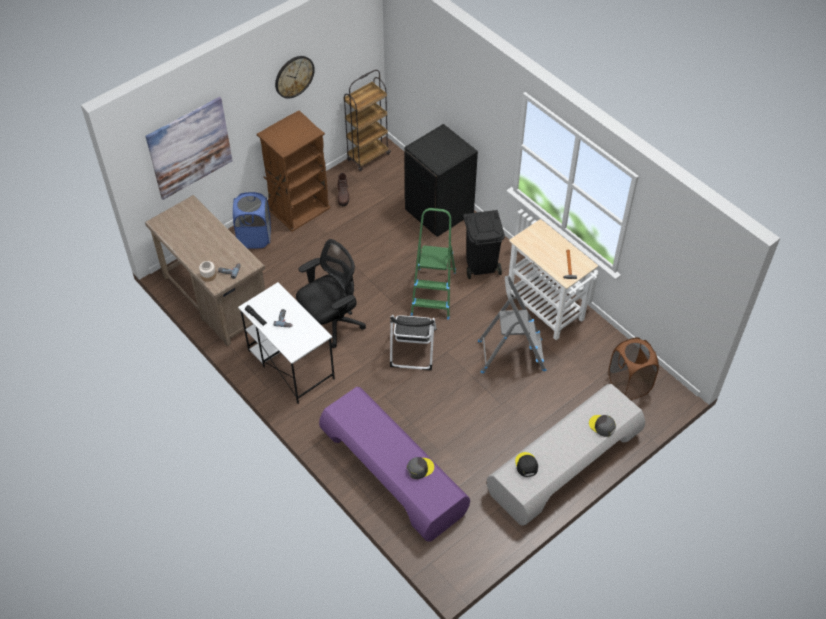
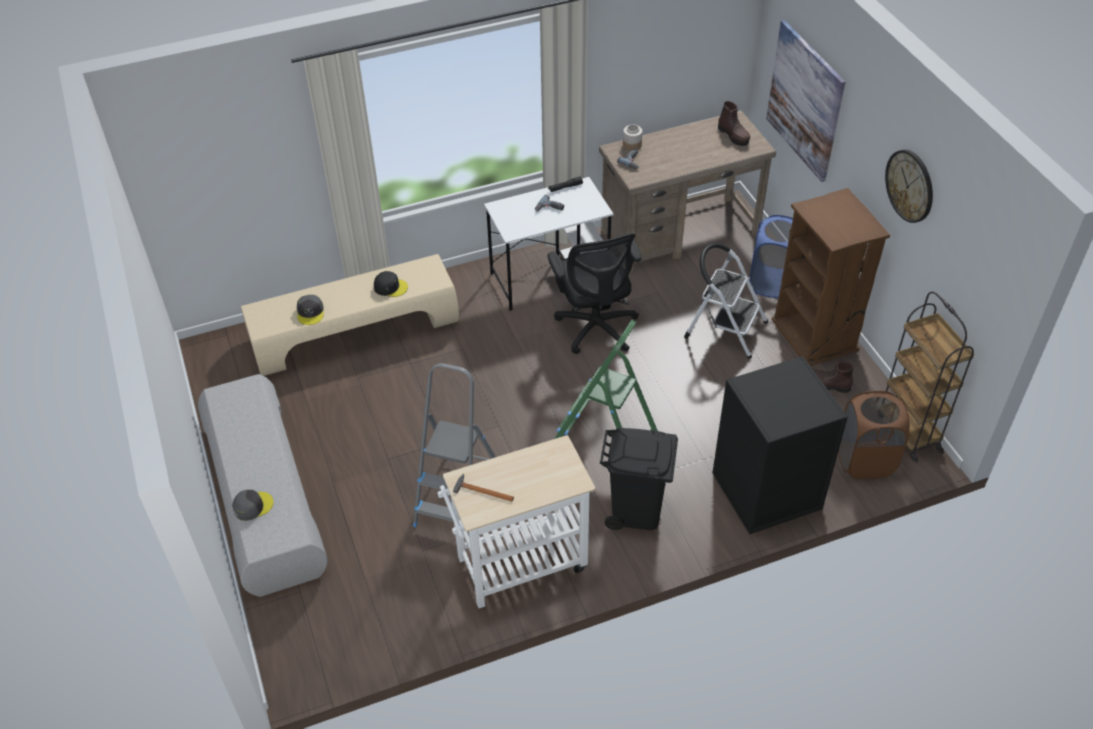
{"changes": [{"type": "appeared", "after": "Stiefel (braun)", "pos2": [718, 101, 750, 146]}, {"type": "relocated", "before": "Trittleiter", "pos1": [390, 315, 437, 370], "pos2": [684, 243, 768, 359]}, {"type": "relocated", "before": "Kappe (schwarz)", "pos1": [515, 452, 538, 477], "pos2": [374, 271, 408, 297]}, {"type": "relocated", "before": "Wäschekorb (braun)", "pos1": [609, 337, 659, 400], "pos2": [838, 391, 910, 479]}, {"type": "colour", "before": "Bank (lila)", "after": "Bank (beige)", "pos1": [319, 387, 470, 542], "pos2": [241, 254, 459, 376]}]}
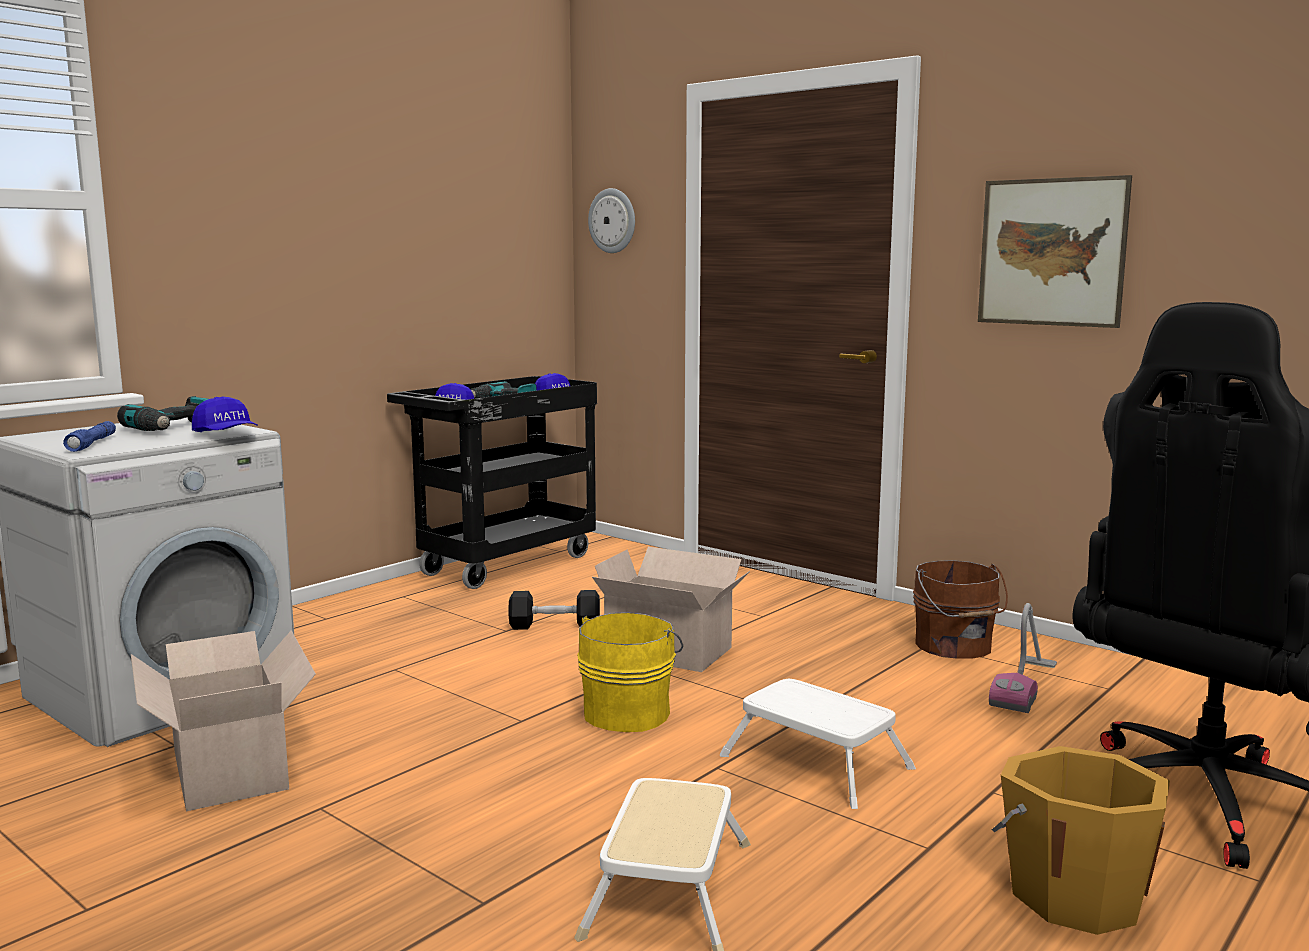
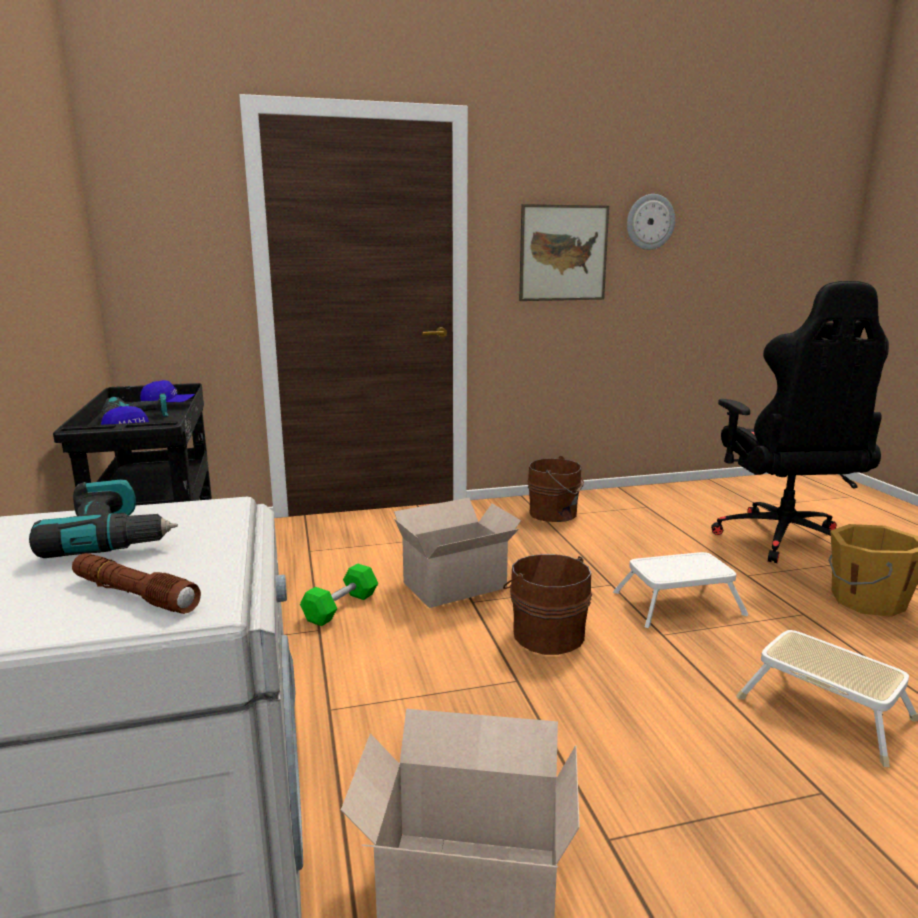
{"changes": [{"type": "missing", "before": "Kappe (blau)", "pos1": [192, 397, 258, 432]}, {"type": "missing", "before": "Staubsauger", "pos1": [989, 603, 1057, 713]}, {"type": "relocated", "before": "Wanduhr", "pos1": [588, 188, 635, 253], "pos2": [627, 194, 675, 250]}, {"type": "colour", "before": "Taschenlampe (blau)", "after": "Taschenlampe (braun)", "pos1": [63, 421, 116, 452], "pos2": [72, 553, 201, 614]}, {"type": "colour", "before": "Hantel (schwarz)", "after": "Hantel (grün)", "pos1": [508, 590, 600, 630], "pos2": [300, 563, 378, 626]}, {"type": "colour", "before": "Eimer (gelb)", "after": "Eimer (braun)", "pos1": [577, 612, 683, 732], "pos2": [503, 554, 592, 655]}]}
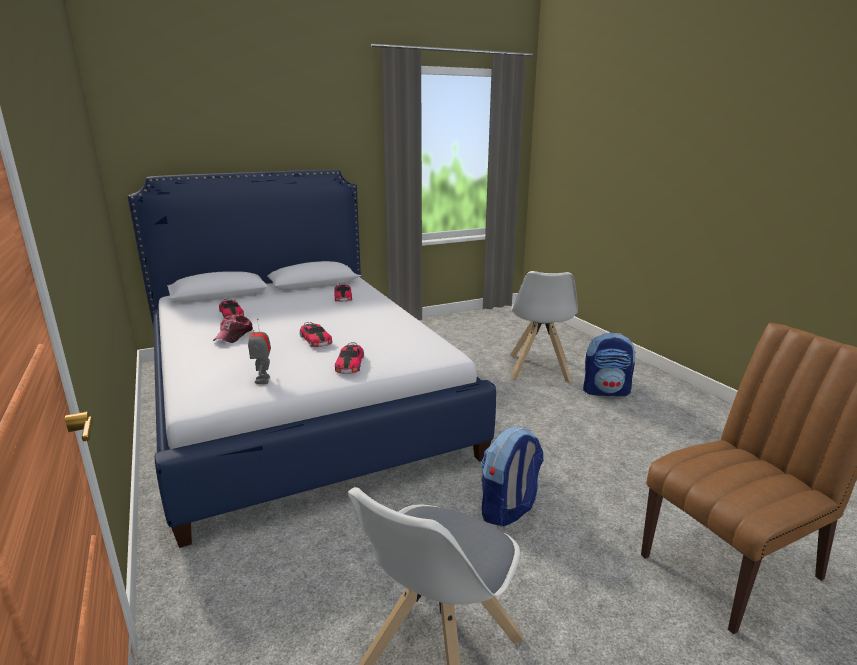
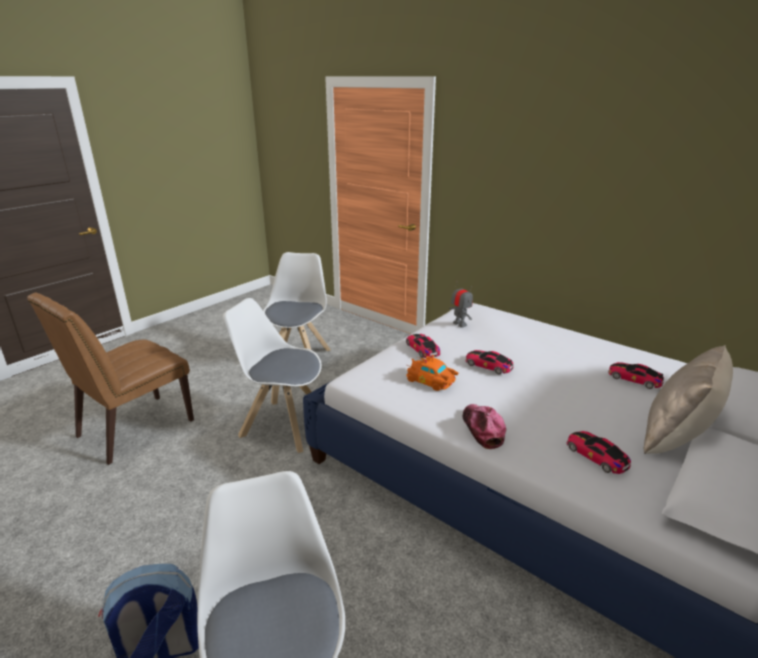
{"changes": [{"type": "appeared", "after": "Spielzeugauto (orange)", "pos2": [406, 355, 458, 391]}, {"type": "appeared", "after": "Kissen (beige)", "pos2": [643, 345, 733, 454]}, {"type": "relocated", "before": "Kappe", "pos1": [213, 315, 253, 343], "pos2": [463, 404, 506, 449]}, {"type": "exchanged", "before": "Rucksack", "after": "Stuhl", "pos1": [481, 426, 544, 526], "pos2": [223, 298, 322, 453]}]}
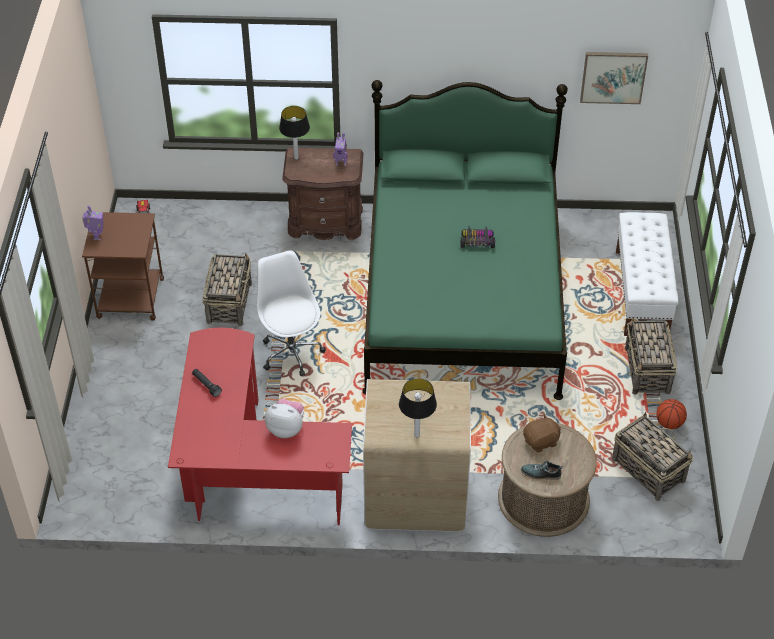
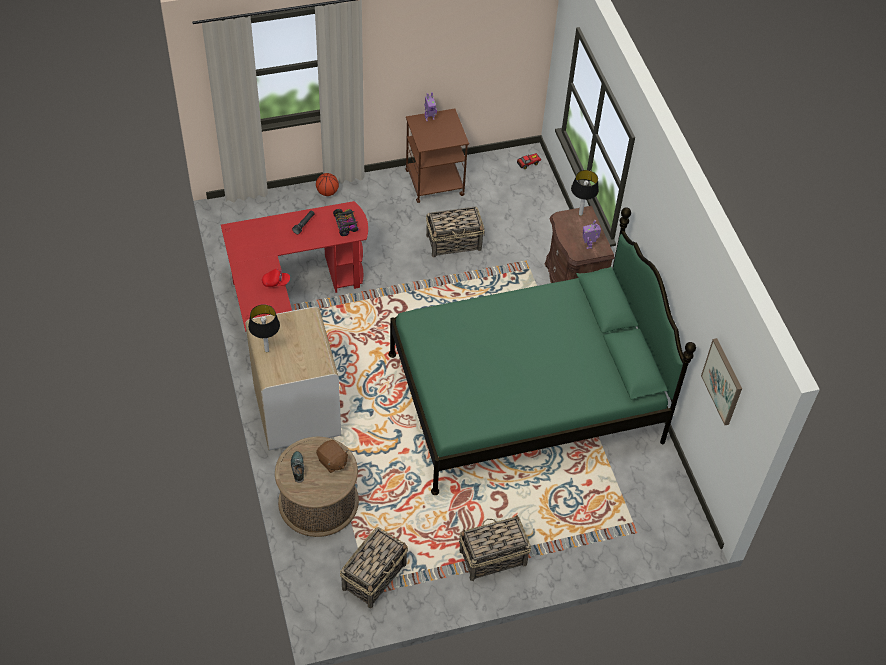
{"changes": [{"type": "missing", "before": "Bürostuhl (weiß)", "pos1": [257, 250, 326, 376]}, {"type": "missing", "before": "Bank (weiß)", "pos1": [616, 212, 679, 336]}, {"type": "relocated", "before": "Spielzeugauto", "pos1": [461, 226, 495, 248], "pos2": [333, 209, 359, 236]}, {"type": "relocated", "before": "Basketball", "pos1": [656, 399, 687, 429], "pos2": [316, 173, 339, 196]}, {"type": "exchanged", "before": "Plüschtier", "after": "Kappe (rot)", "pos1": [265, 399, 304, 438], "pos2": [262, 269, 290, 287]}]}
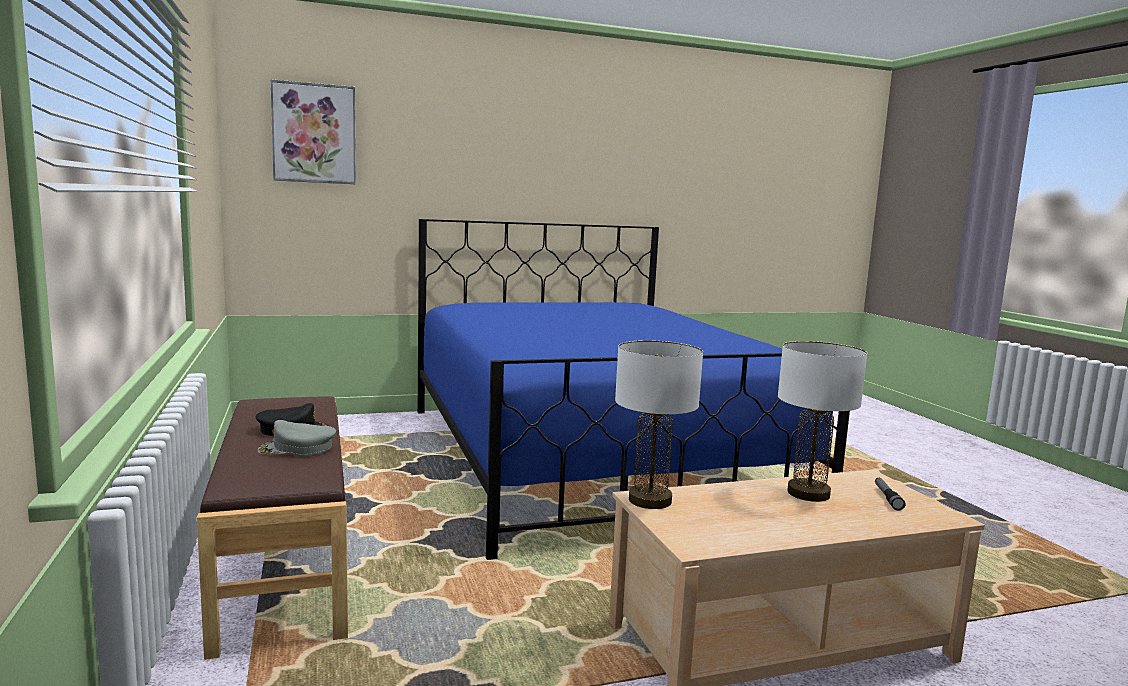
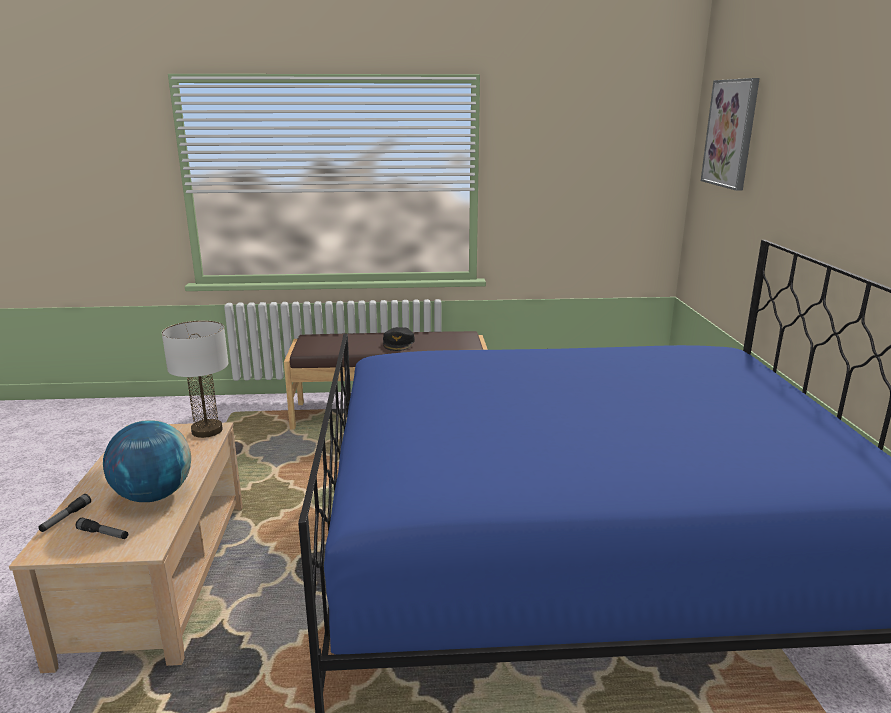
{"changes": [{"type": "missing", "before": "Kappe (grau)", "pos1": [257, 420, 336, 456]}, {"type": "appeared", "after": "Taschenlampe", "pos2": [38, 494, 91, 532]}, {"type": "exchanged", "before": "Tischlampe", "after": "Globus", "pos1": [778, 341, 867, 502], "pos2": [103, 420, 191, 502]}]}
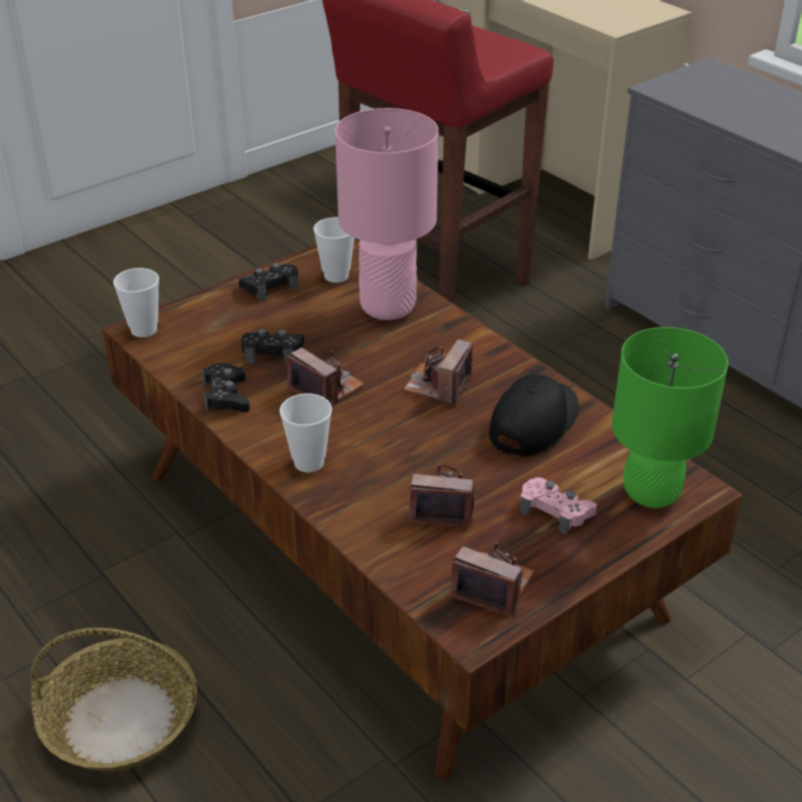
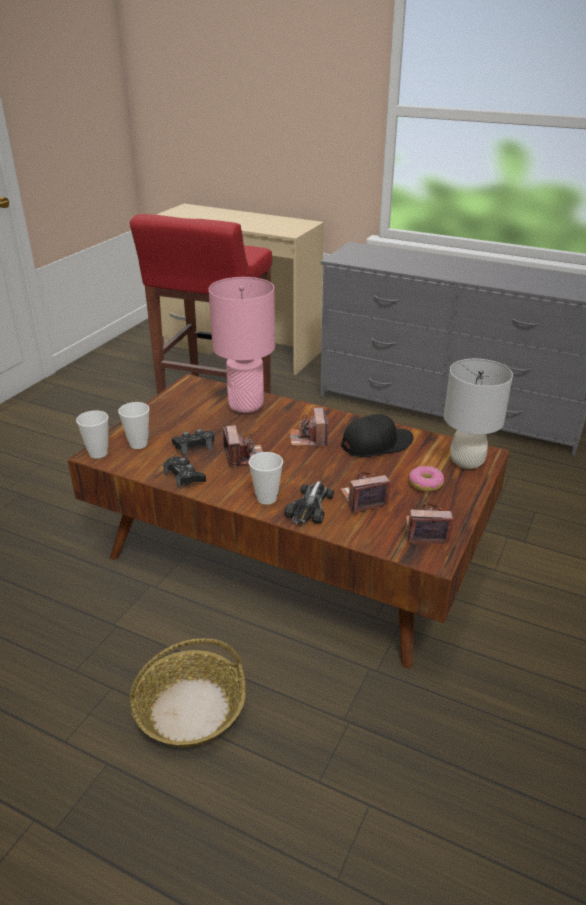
{"changes": [{"type": "missing", "before": "Gamepad (schwarz)", "pos1": [239, 263, 298, 301]}, {"type": "appeared", "after": "Spielzeugauto", "pos2": [285, 481, 334, 525]}, {"type": "relocated", "before": "Tasse", "pos1": [313, 217, 354, 283], "pos2": [118, 402, 149, 449]}, {"type": "exchanged", "before": "Gamepad (rosa)", "after": "Donut", "pos1": [520, 477, 597, 535], "pos2": [409, 466, 444, 492]}, {"type": "colour", "before": "Tischlampe (grün)", "after": "Tischlampe (grau)", "pos1": [612, 327, 728, 508], "pos2": [444, 359, 513, 469]}, {"type": "spun", "before": "Kamera", "pos1": [287, 348, 364, 408], "pos2": [223, 425, 263, 468], "turn": 60}, {"type": "spun", "before": "Kappe (schwarz)", "pos1": [489, 374, 579, 457], "pos2": [341, 414, 414, 457], "turn": 60}]}
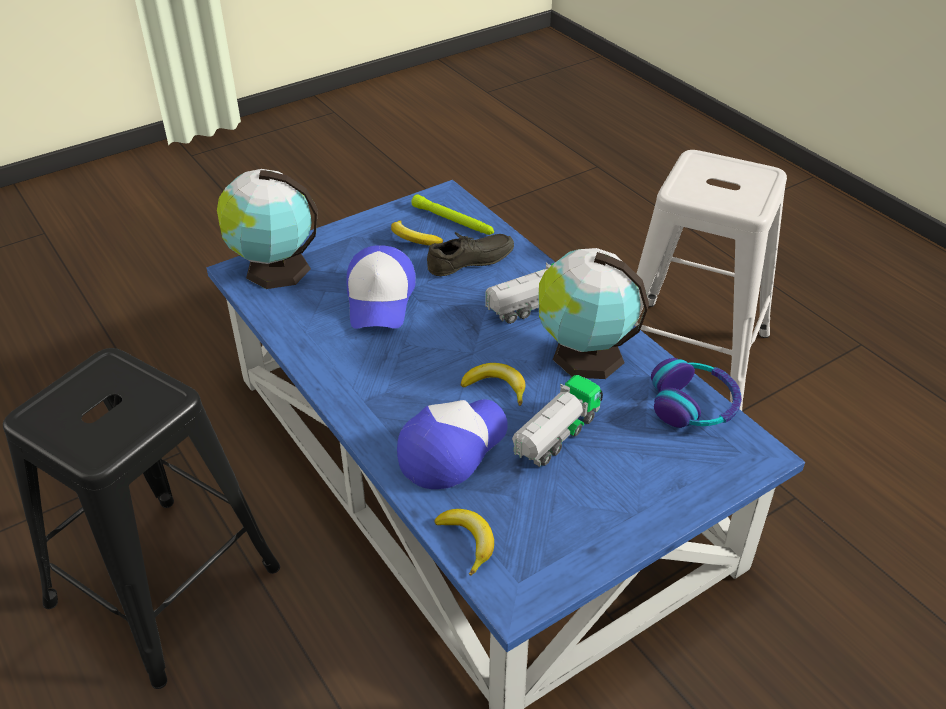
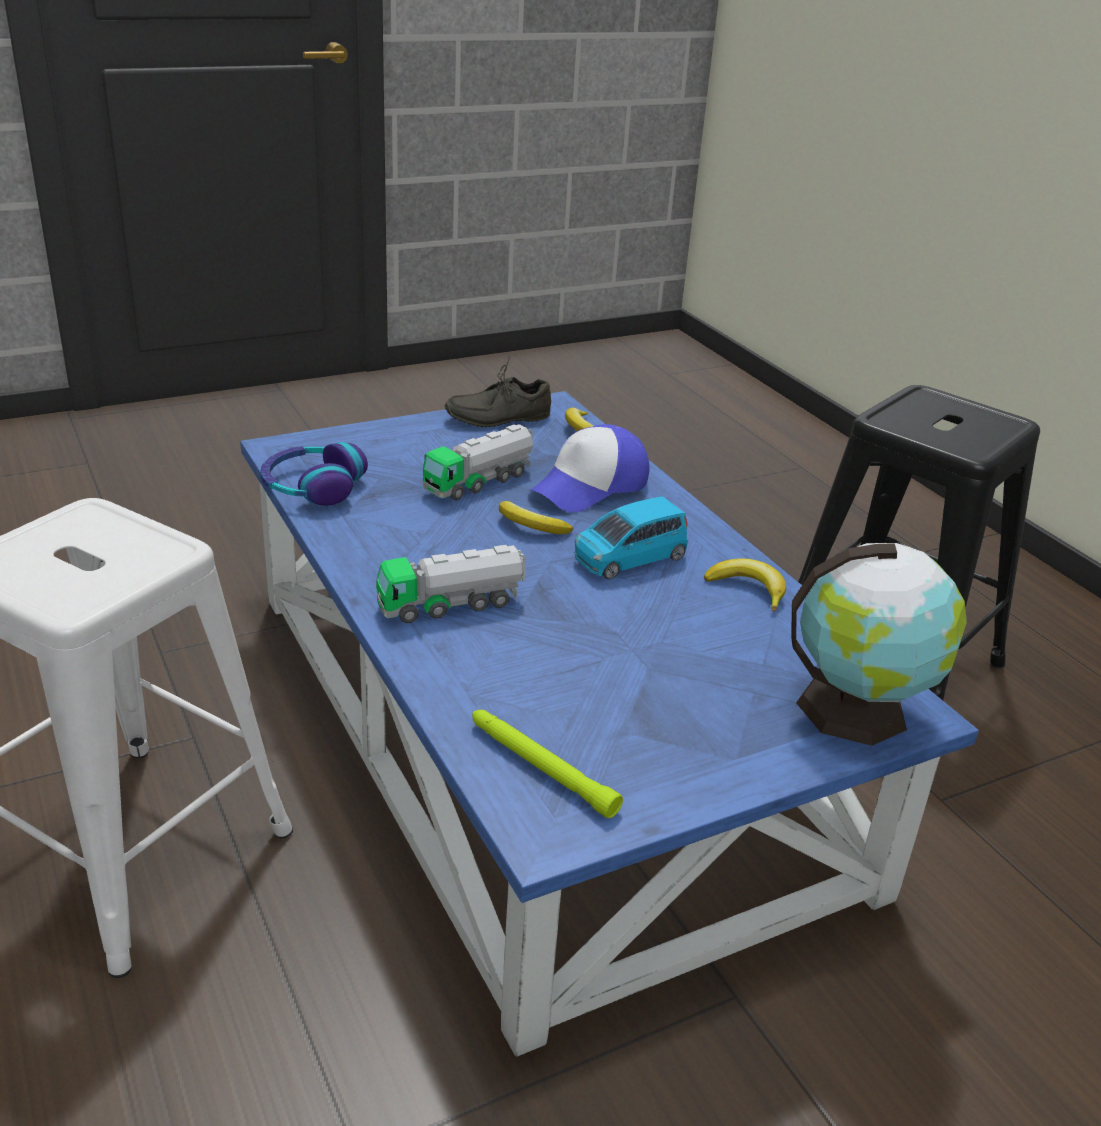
{"changes": [{"type": "missing", "before": "Kappe", "pos1": [347, 245, 416, 329]}, {"type": "missing", "before": "Globus", "pos1": [538, 248, 649, 379]}, {"type": "appeared", "after": "Spielzeugauto (blau)", "pos2": [575, 496, 688, 580]}, {"type": "relocated", "before": "Banane", "pos1": [391, 220, 443, 245], "pos2": [704, 559, 786, 612]}, {"type": "relocated", "before": "Schuh (grau)", "pos1": [427, 232, 514, 276], "pos2": [445, 356, 551, 427]}]}
